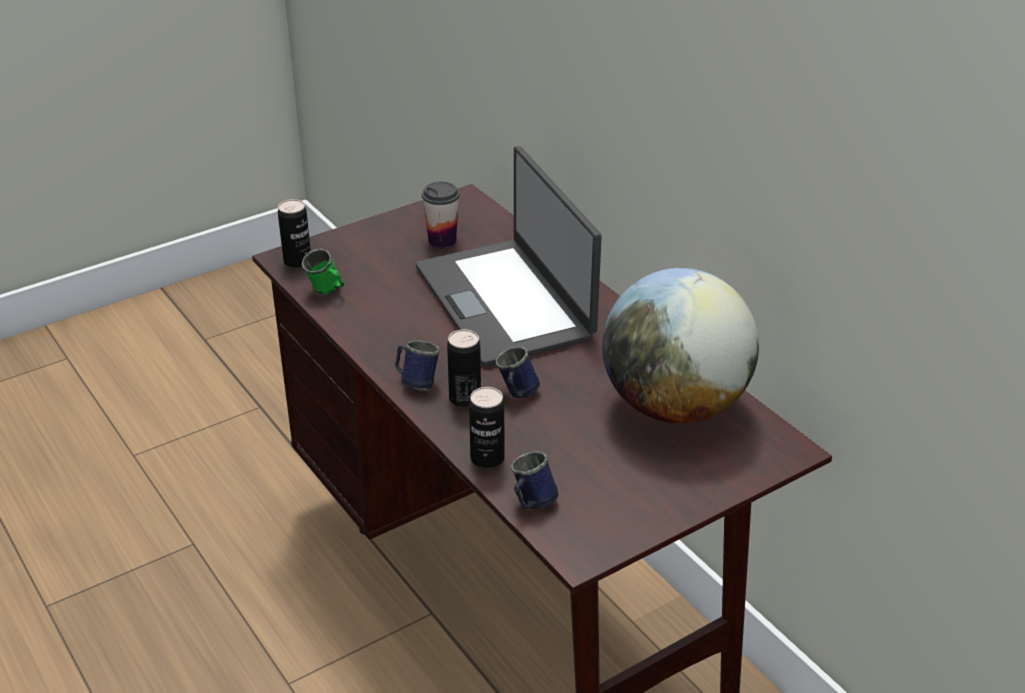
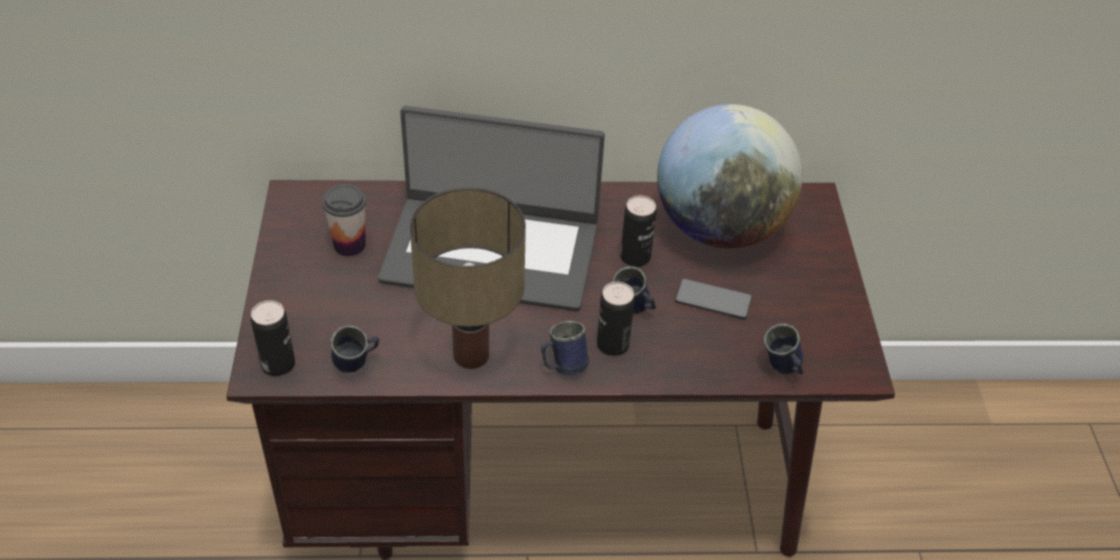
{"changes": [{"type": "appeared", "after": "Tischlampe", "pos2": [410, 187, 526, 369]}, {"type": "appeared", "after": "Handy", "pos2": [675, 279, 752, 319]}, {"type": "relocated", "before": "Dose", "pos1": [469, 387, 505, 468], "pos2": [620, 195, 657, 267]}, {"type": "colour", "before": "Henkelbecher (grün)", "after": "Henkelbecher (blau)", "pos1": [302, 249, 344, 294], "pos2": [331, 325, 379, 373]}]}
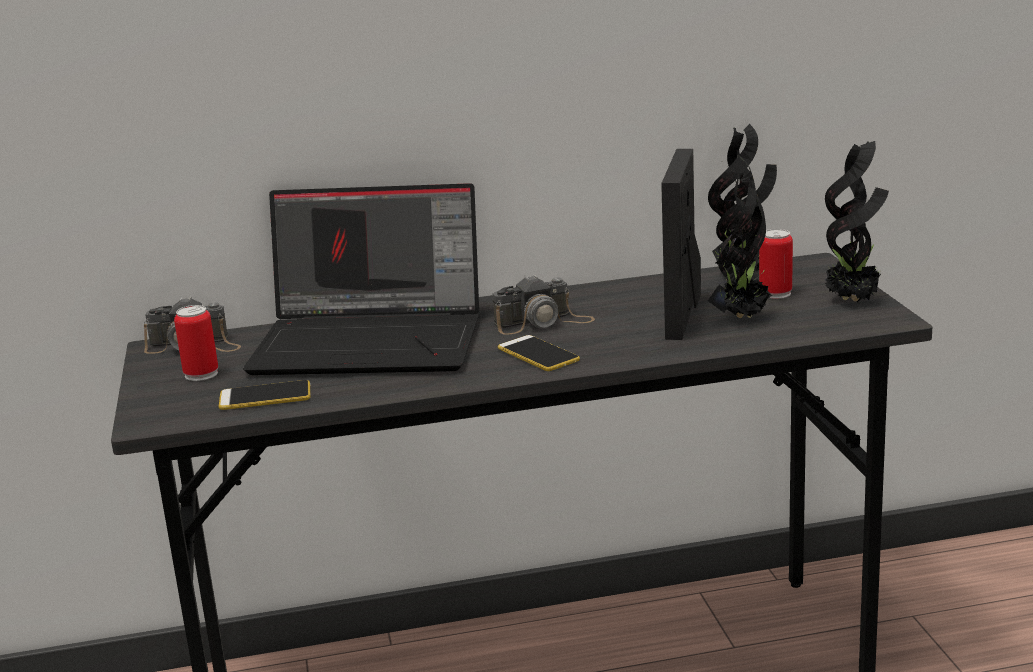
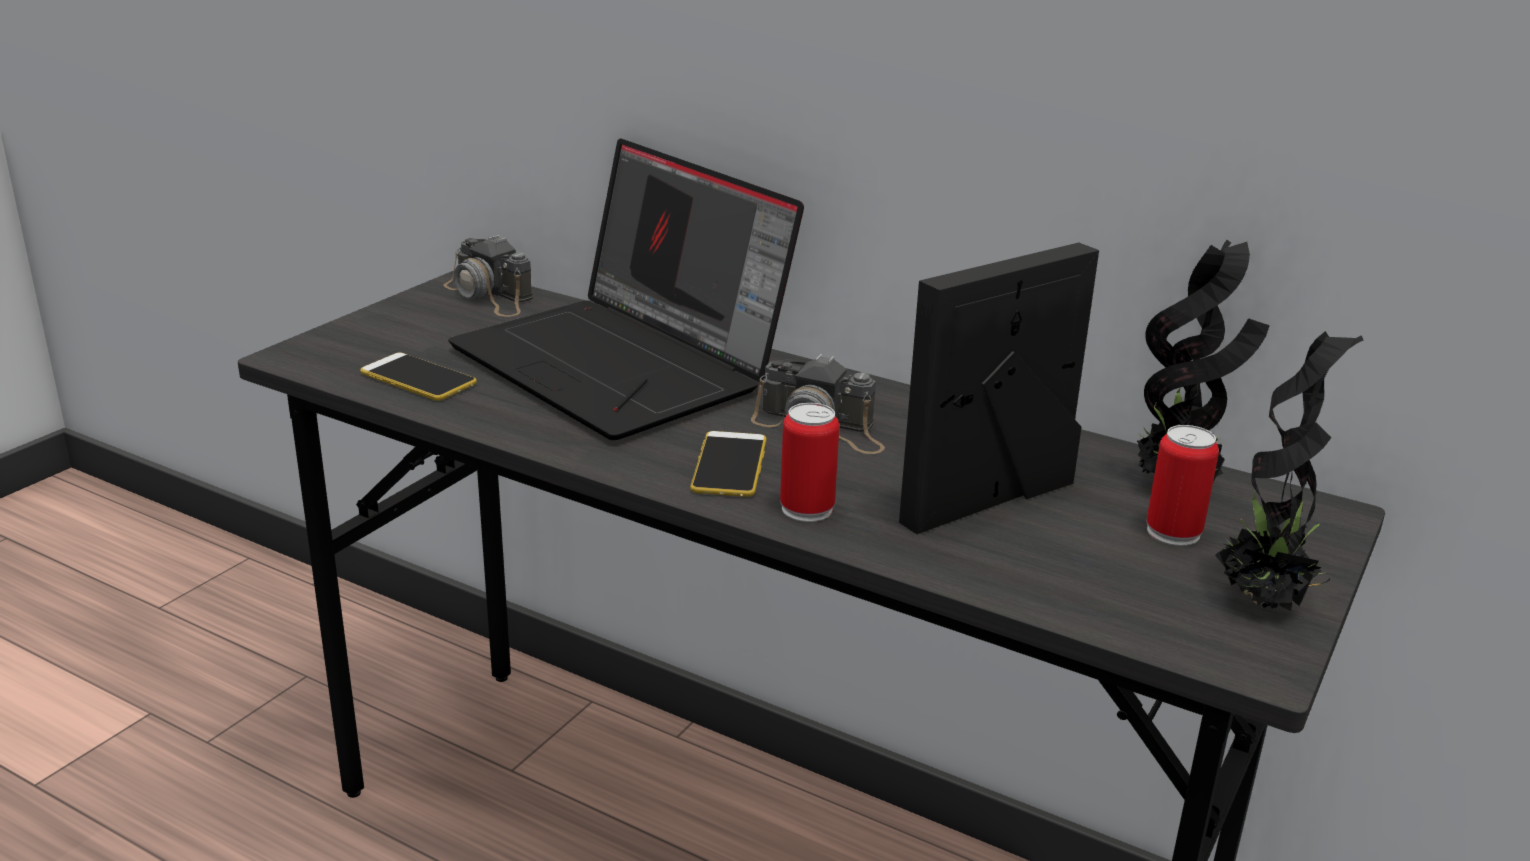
{"changes": [{"type": "missing", "before": "Topfpflanze", "pos1": [708, 153, 772, 318]}, {"type": "relocated", "before": "Dose", "pos1": [174, 305, 218, 381], "pos2": [780, 403, 839, 522]}]}
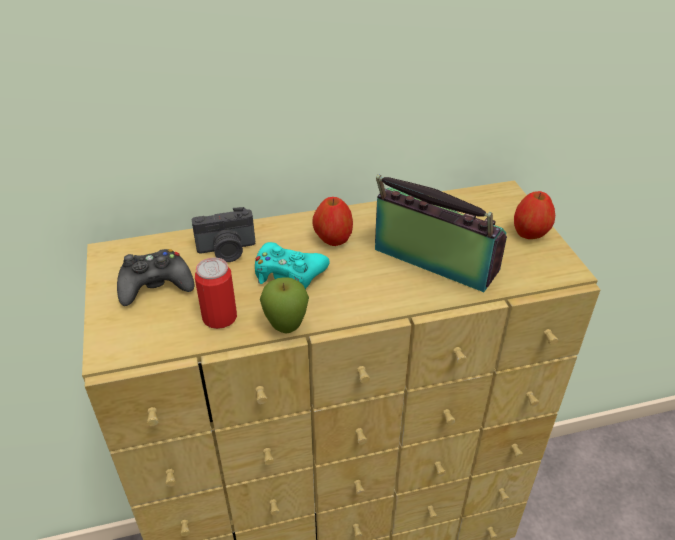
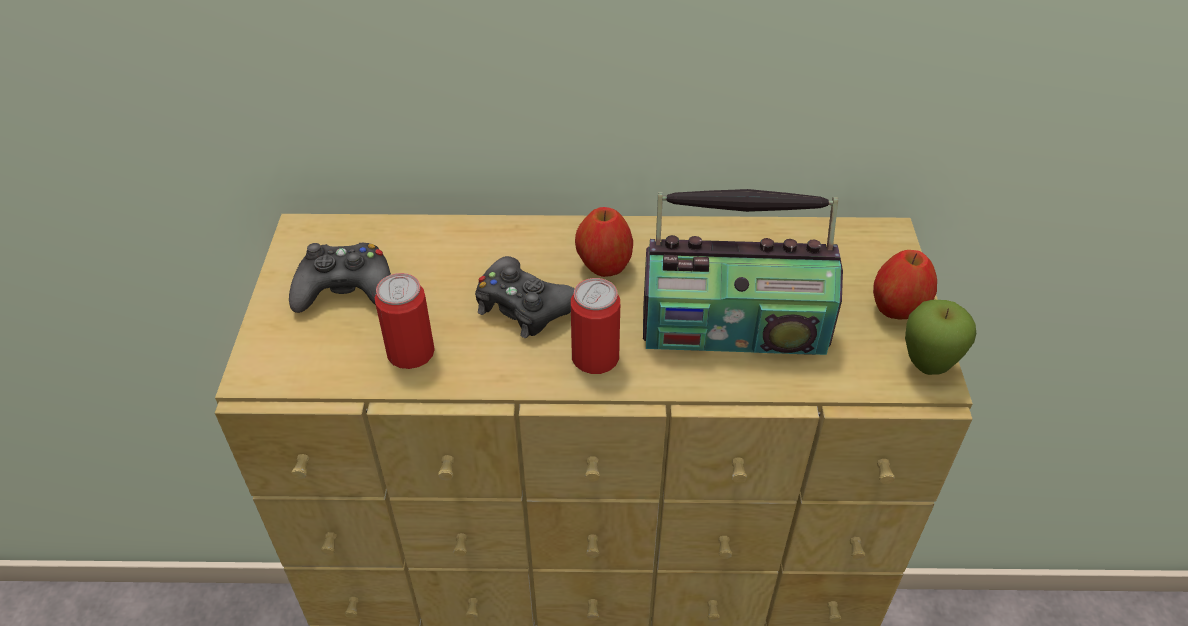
{"changes": [{"type": "missing", "before": "Kamera", "pos1": [191, 207, 255, 262]}, {"type": "appeared", "after": "Dose", "pos2": [571, 278, 620, 374]}, {"type": "relocated", "before": "Apfel", "pos1": [260, 277, 309, 334], "pos2": [905, 300, 976, 375]}, {"type": "colour", "before": "Gamepad (türkis)", "after": "Gamepad (schwarz)", "pos1": [255, 242, 330, 289], "pos2": [475, 256, 575, 338]}, {"type": "spun", "before": "Radio", "pos1": [375, 174, 507, 292], "pos2": [643, 189, 843, 355], "turn": 135}]}
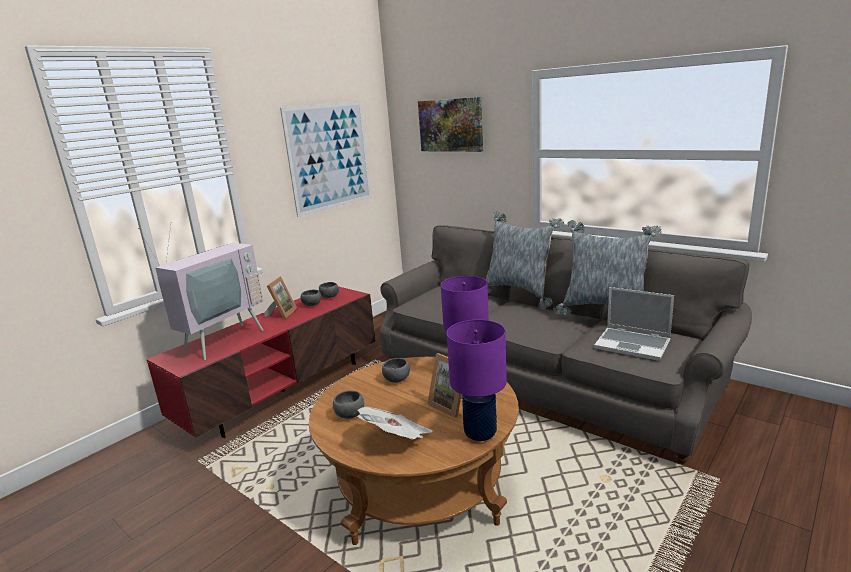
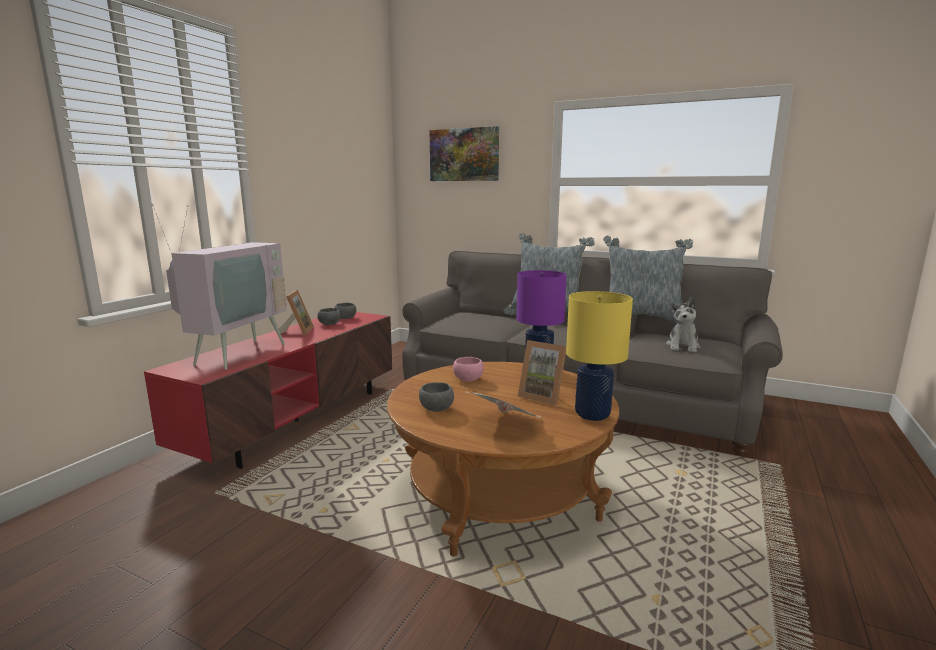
{"changes": [{"type": "missing", "before": "Bild", "pos1": [280, 101, 372, 217]}, {"type": "exchanged", "before": "Laptop", "after": "Plüschtier", "pos1": [594, 287, 674, 360], "pos2": [666, 298, 700, 352]}, {"type": "colour", "before": "Schüssel (grau)", "after": "Schüssel (rosa)", "pos1": [382, 358, 410, 383], "pos2": [453, 357, 484, 382]}, {"type": "colour", "before": "Tischlampe (lila)", "after": "Tischlampe (gelb)", "pos1": [447, 320, 507, 441], "pos2": [566, 291, 633, 421]}]}
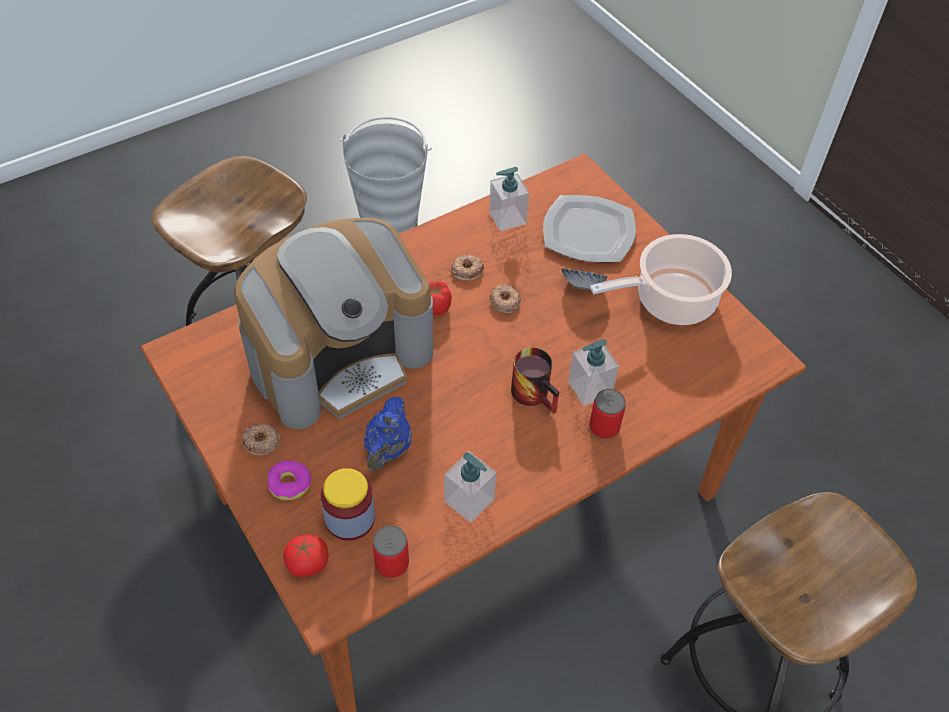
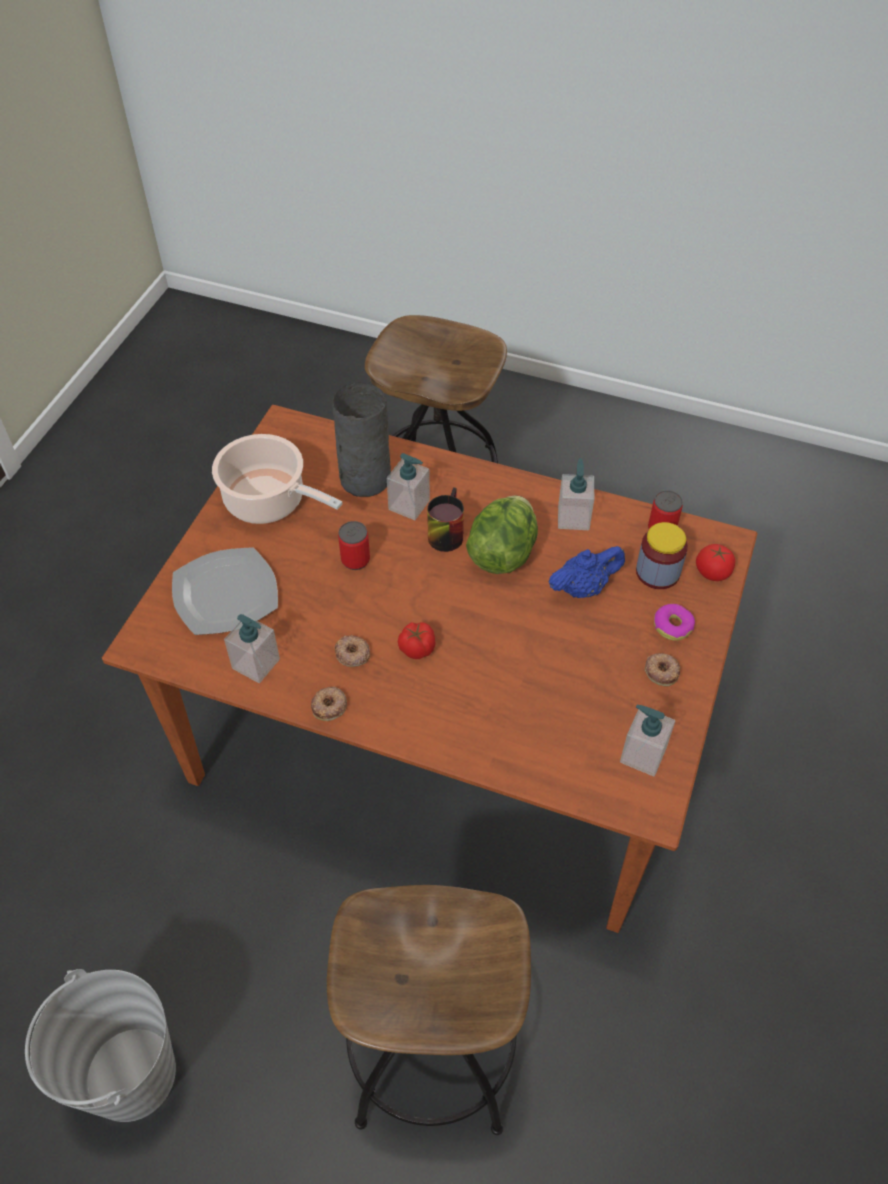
{"changes": [{"type": "missing", "before": "Kaffeemaschine", "pos1": [234, 218, 433, 429]}, {"type": "missing", "before": "Schüssel", "pos1": [561, 268, 608, 290]}, {"type": "appeared", "after": "Vase (grau)", "pos2": [333, 383, 391, 497]}, {"type": "appeared", "after": "Salatkopf", "pos2": [466, 496, 538, 574]}, {"type": "appeared", "after": "Seifenspender", "pos2": [620, 705, 675, 776]}, {"type": "relocated", "before": "Donut", "pos1": [489, 284, 521, 313], "pos2": [311, 687, 347, 721]}, {"type": "relocated", "before": "Dose", "pos1": [589, 389, 626, 439], "pos2": [338, 521, 370, 570]}]}
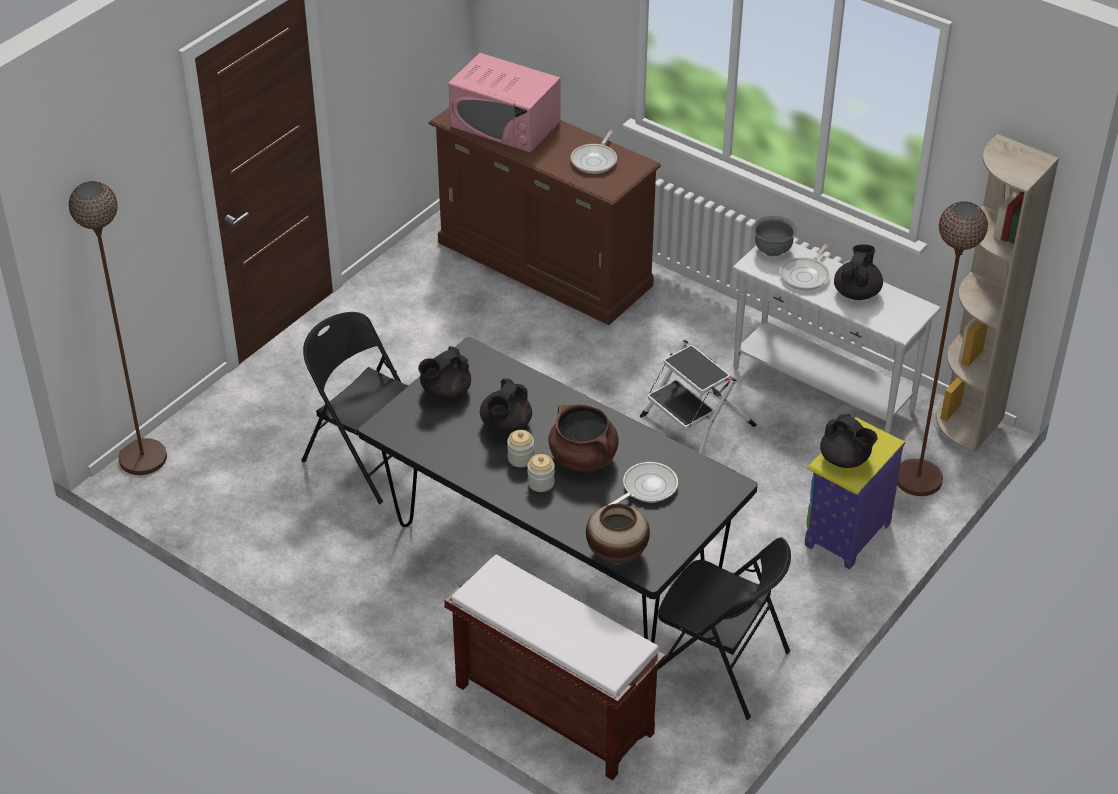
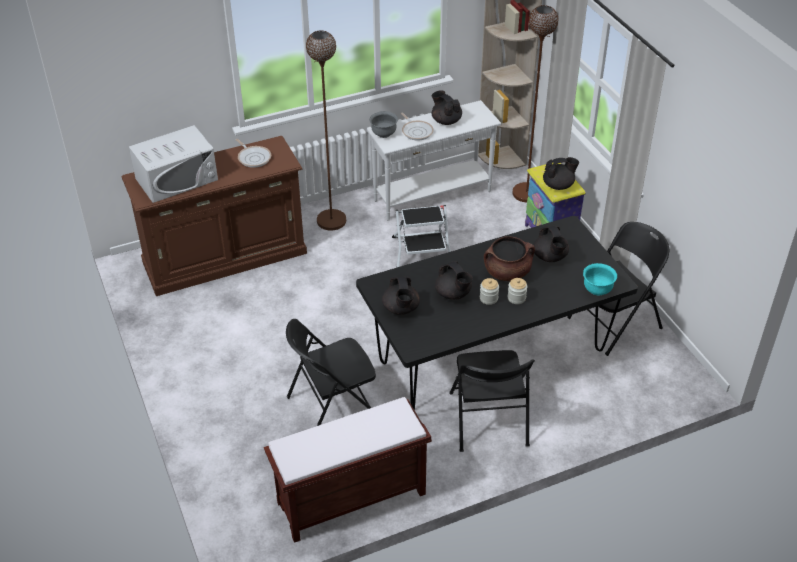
{"changes": [{"type": "appeared", "after": "Stuhl (schwarz)", "pos2": [449, 350, 535, 452]}, {"type": "relocated", "before": "Stehlampe (braun)", "pos1": [69, 181, 167, 475], "pos2": [306, 30, 346, 231]}, {"type": "relocated", "before": "Bank (braun)", "pos1": [444, 555, 666, 780], "pos2": [264, 397, 432, 543]}, {"type": "exchanged", "before": "Vase", "after": "Schüssel (türkis)", "pos1": [586, 503, 650, 563], "pos2": [583, 263, 617, 296]}, {"type": "exchanged", "before": "Pfanne", "after": "Teekanne (schwarz)", "pos1": [608, 462, 678, 505], "pos2": [533, 226, 569, 262]}, {"type": "colour", "before": "Mikrowelle (rosa)", "after": "Mikrowelle (weiß)", "pos1": [448, 53, 561, 153], "pos2": [129, 125, 218, 203]}]}
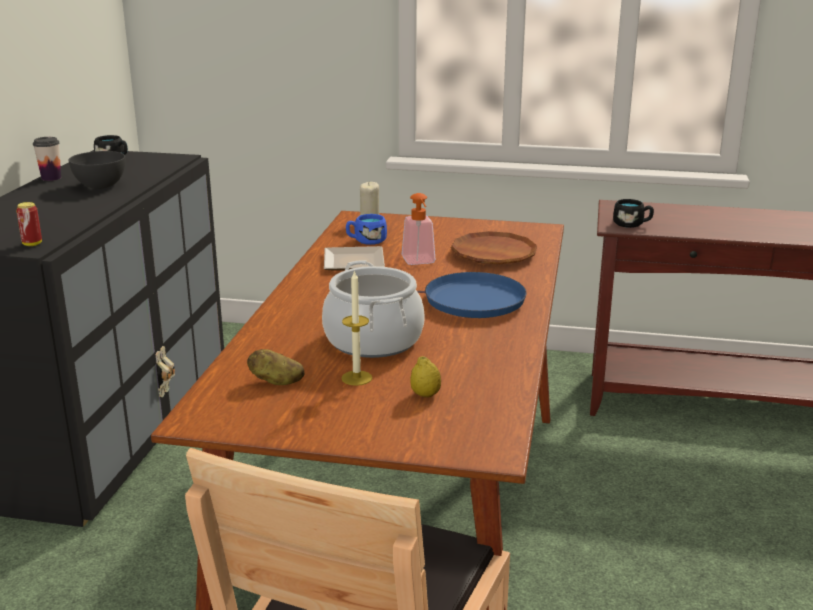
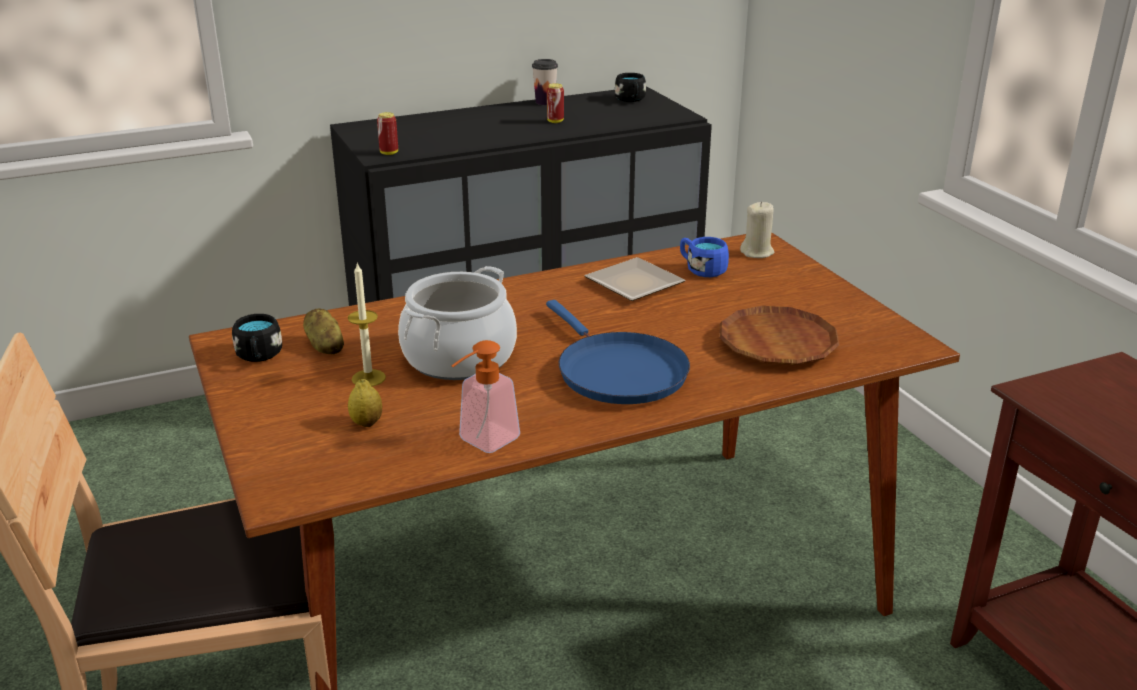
{"changes": [{"type": "relocated", "before": "Seifenspender", "pos1": [402, 193, 435, 265], "pos2": [451, 340, 520, 453]}, {"type": "relocated", "before": "Henkelbecher (schwarz)", "pos1": [613, 199, 654, 228], "pos2": [232, 314, 282, 362]}, {"type": "exchanged", "before": "Schüssel (grau)", "after": "Dose", "pos1": [68, 151, 125, 189], "pos2": [547, 83, 564, 123]}]}
